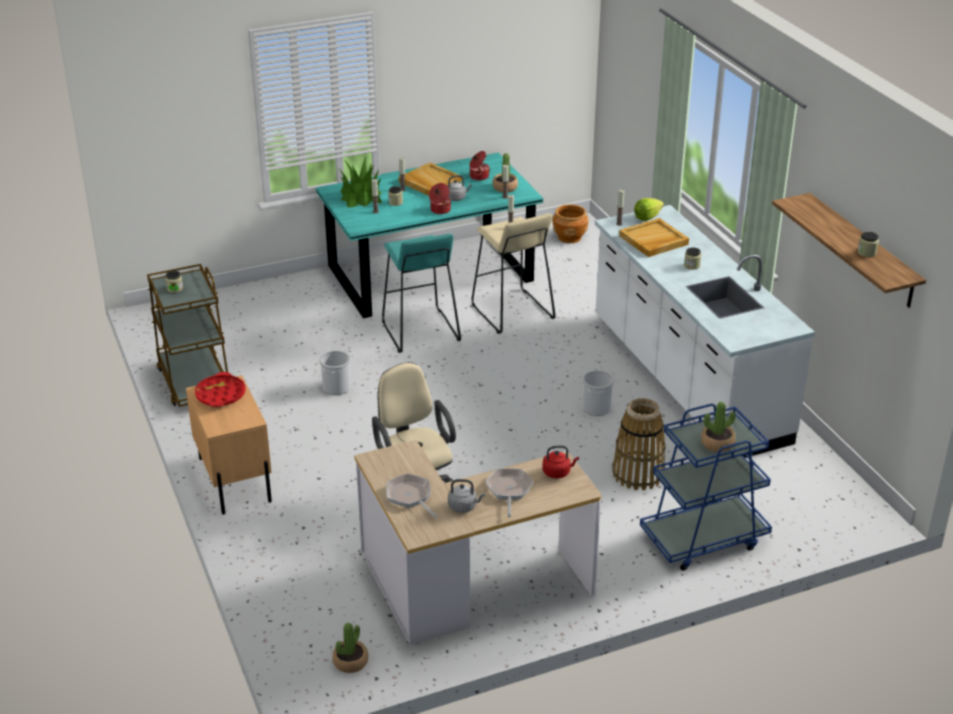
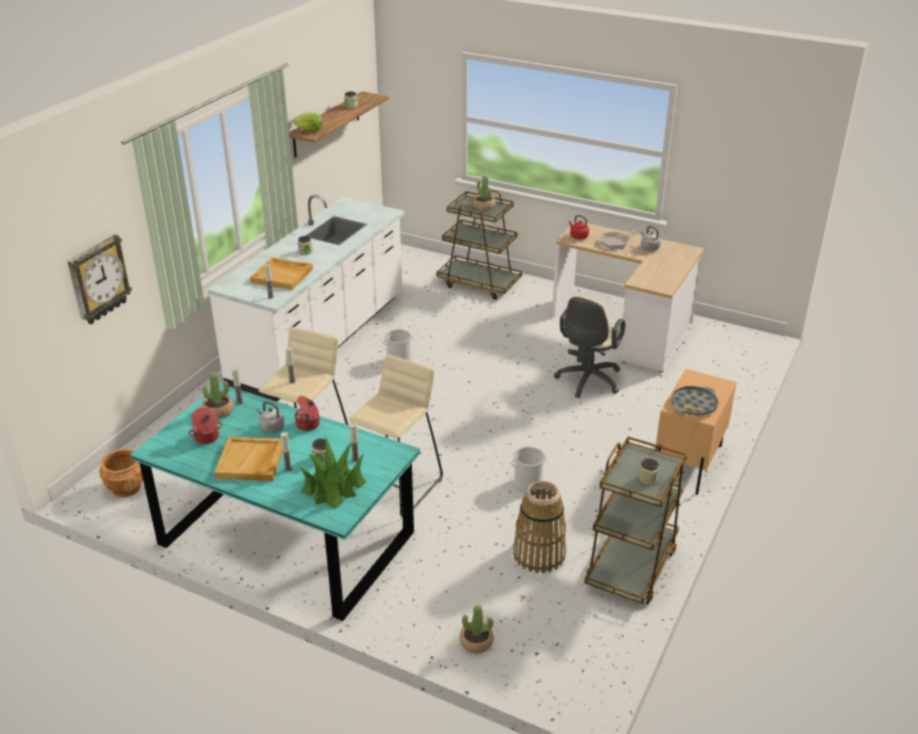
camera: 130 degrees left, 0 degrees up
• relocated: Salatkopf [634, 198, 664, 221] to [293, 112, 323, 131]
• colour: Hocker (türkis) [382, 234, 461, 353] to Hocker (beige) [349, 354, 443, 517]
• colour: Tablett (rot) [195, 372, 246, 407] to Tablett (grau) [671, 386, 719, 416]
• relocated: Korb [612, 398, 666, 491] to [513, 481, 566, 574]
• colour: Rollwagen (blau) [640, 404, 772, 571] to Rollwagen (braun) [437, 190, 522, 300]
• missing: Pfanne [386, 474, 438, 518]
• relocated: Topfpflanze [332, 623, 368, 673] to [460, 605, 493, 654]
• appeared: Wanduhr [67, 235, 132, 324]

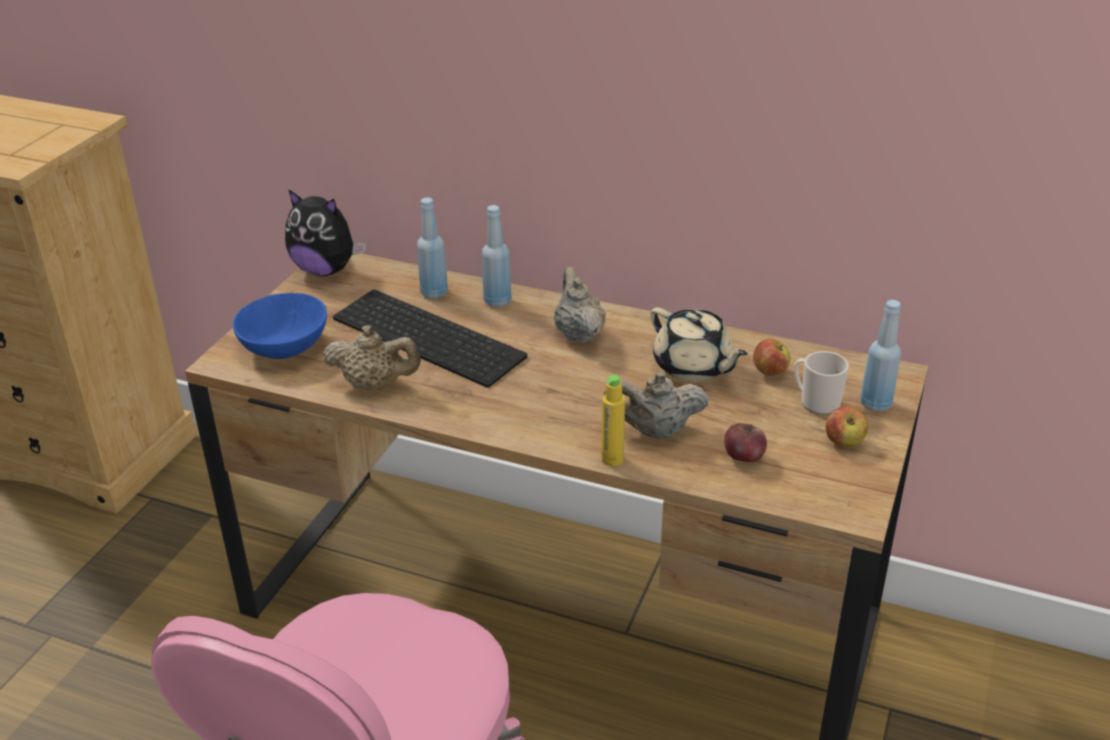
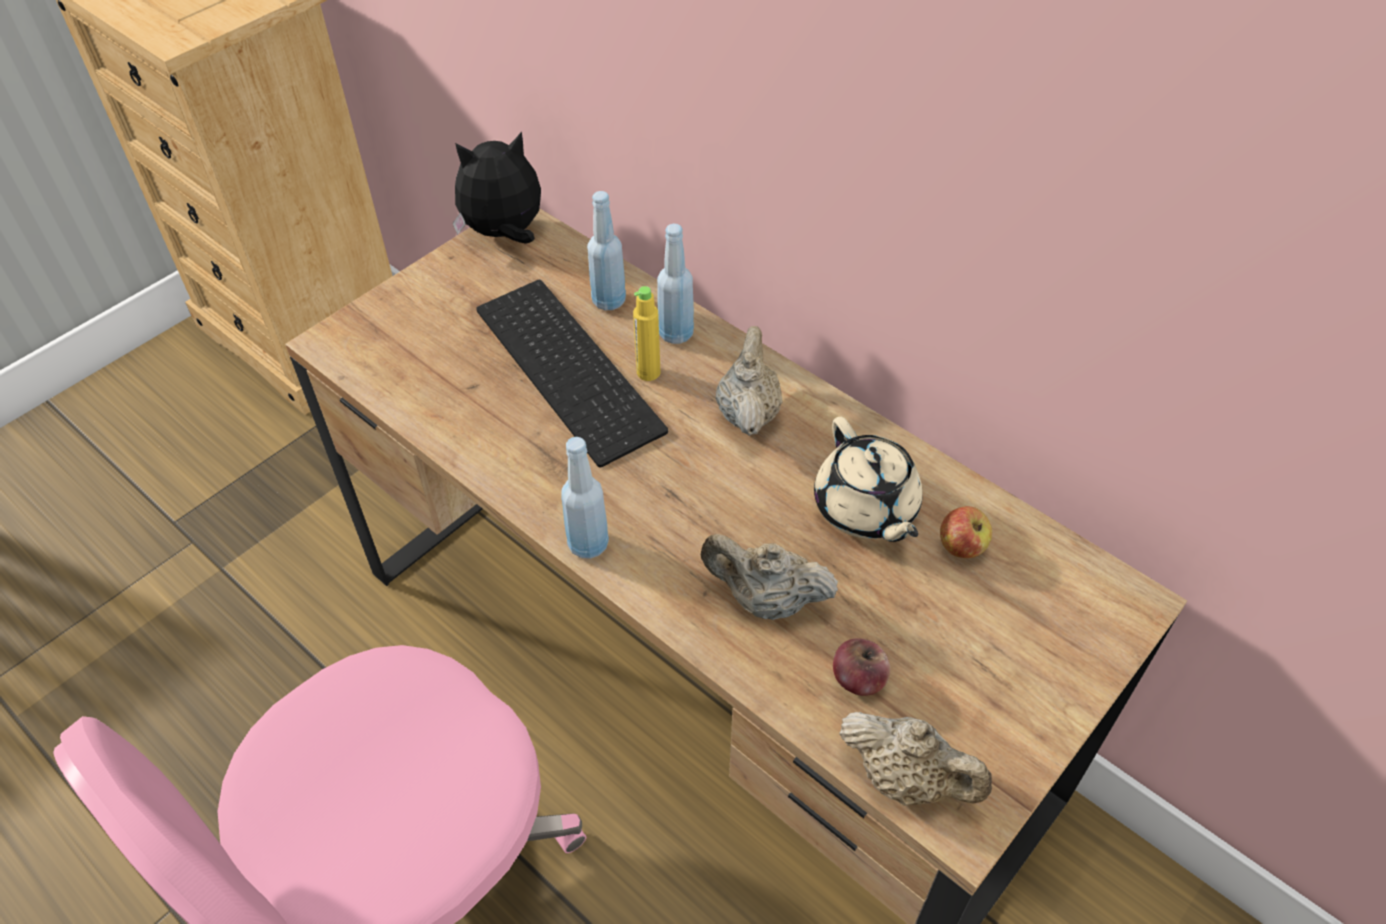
camera: 20 degrees right, 15 degrees up
• spun: Plüschtier [285, 189, 366, 276] = [453, 132, 541, 244] 120 degrees clockwise
• missing: Schüssel (blau) [233, 293, 327, 359]
• relocated: Flasche (blau) [860, 300, 901, 412] to [561, 437, 609, 559]
• relocated: Teekanne (beige) [323, 325, 421, 390] to [839, 712, 992, 806]
• missing: Henkelbecher [794, 351, 849, 415]
• relocated: Flasche (gelb) [602, 375, 625, 466] to [633, 286, 660, 381]
• missing: Apfel [826, 406, 868, 447]

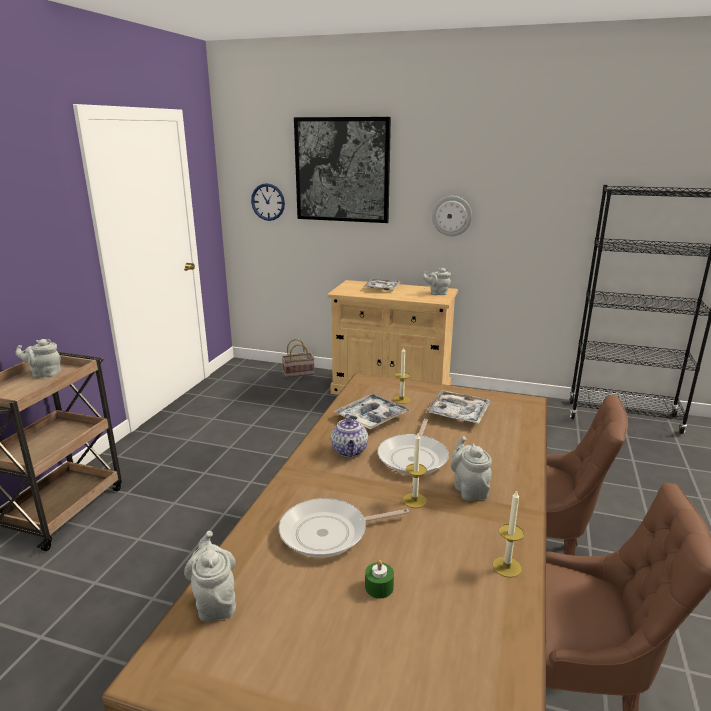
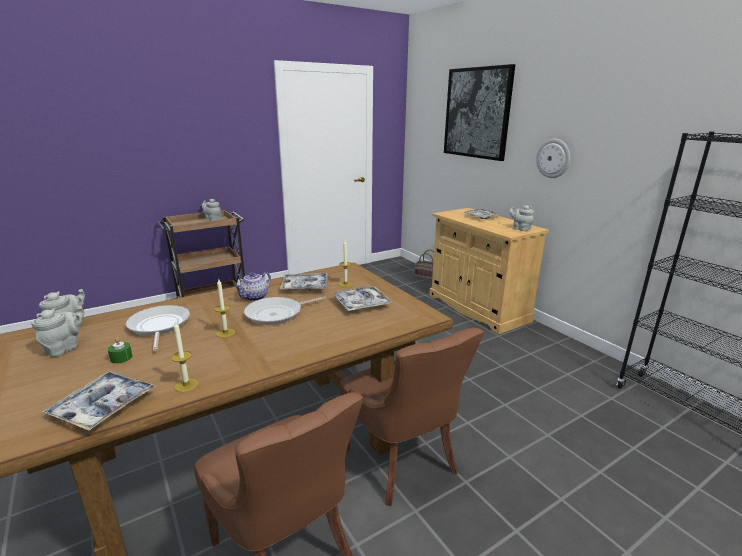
camera: 40 degrees right, 0 degrees up
• missing: Wanduhr [251, 183, 285, 221]
• relocated: Teekanne (grau) [451, 436, 492, 501] to [31, 306, 84, 357]
• spun: Pfanne [278, 498, 410, 558] = [126, 305, 190, 351] 45 degrees clockwise
• appeared: Tablett [42, 371, 156, 431]

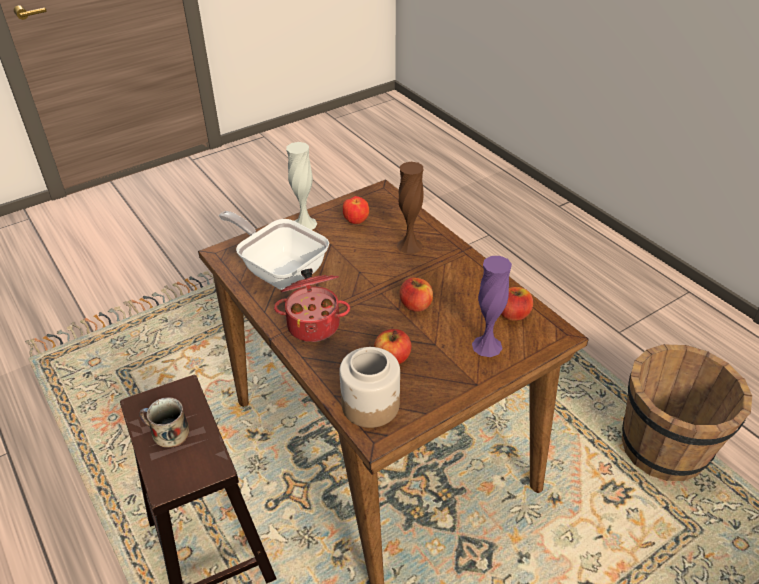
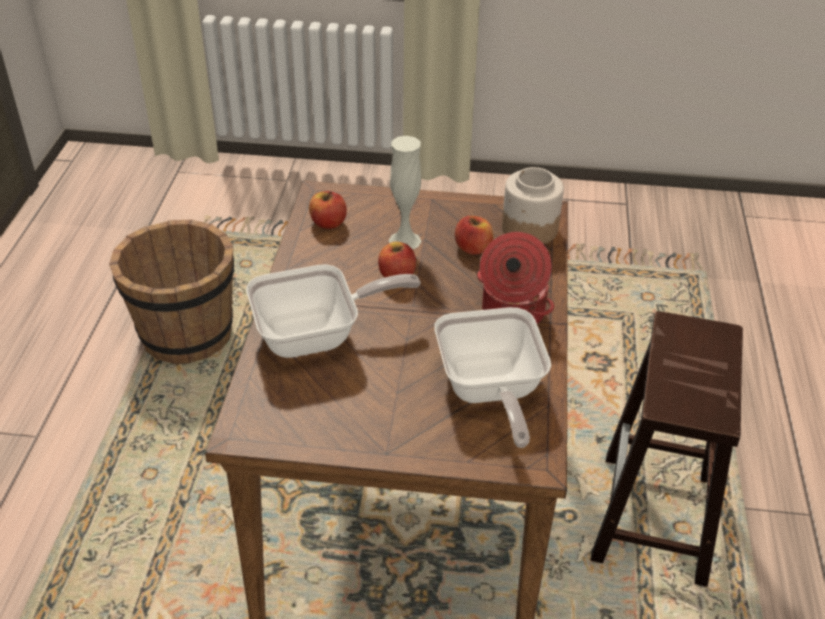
camera: 140 degrees left, 0 degrees up
• relocated: Vase (weiß) [286, 142, 318, 230] to [389, 136, 421, 250]
• exchanged: Vase (braun) [397, 162, 424, 254] to Pfanne [246, 264, 421, 358]
• missing: Apfel [343, 196, 369, 224]
• missing: Vase (lila) [472, 256, 512, 357]
• missing: Henkelbecher [139, 397, 189, 448]

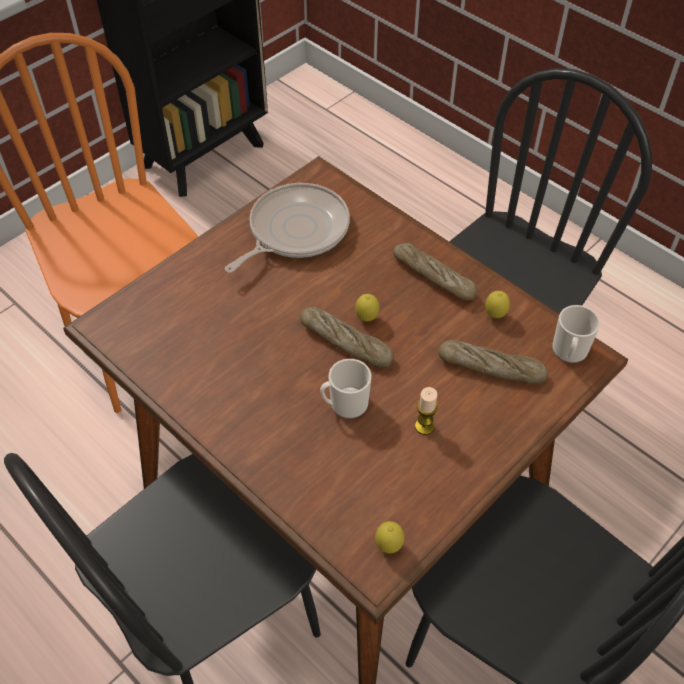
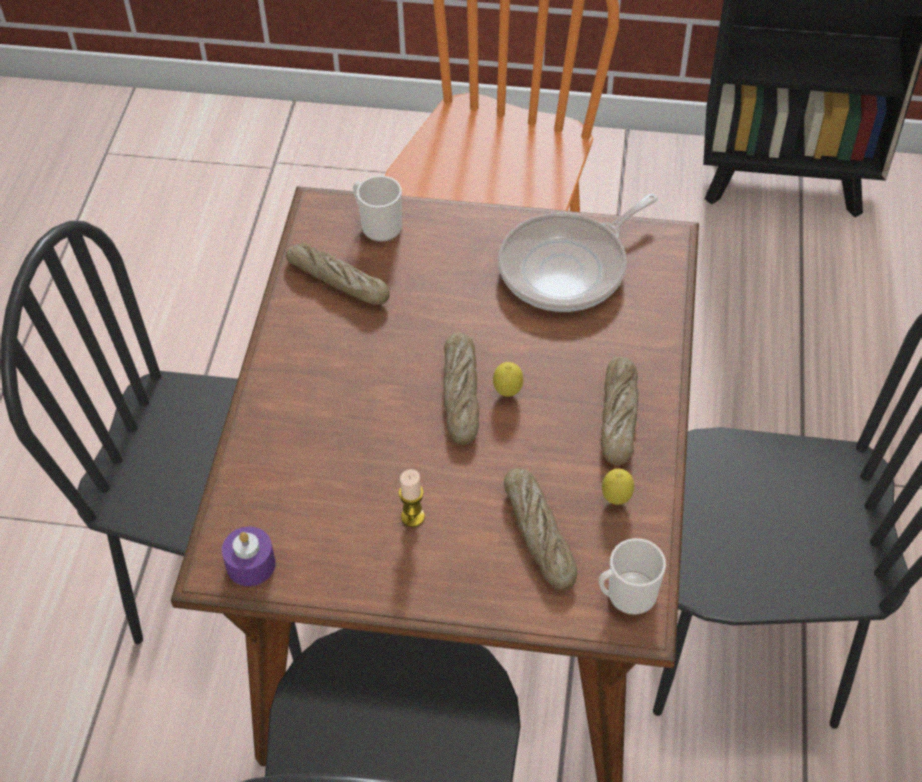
camera: 55 degrees right, 0 degrees up
• spun: Pfanne [225, 183, 350, 273] = [498, 194, 658, 312] 135 degrees clockwise
• relocated: Henkelbecher [320, 359, 371, 419] to [353, 176, 402, 242]
• exchanged: Zitrone [375, 521, 404, 553] to Kerze (lila) [222, 527, 276, 586]
• appeared: Brot [286, 243, 390, 305]

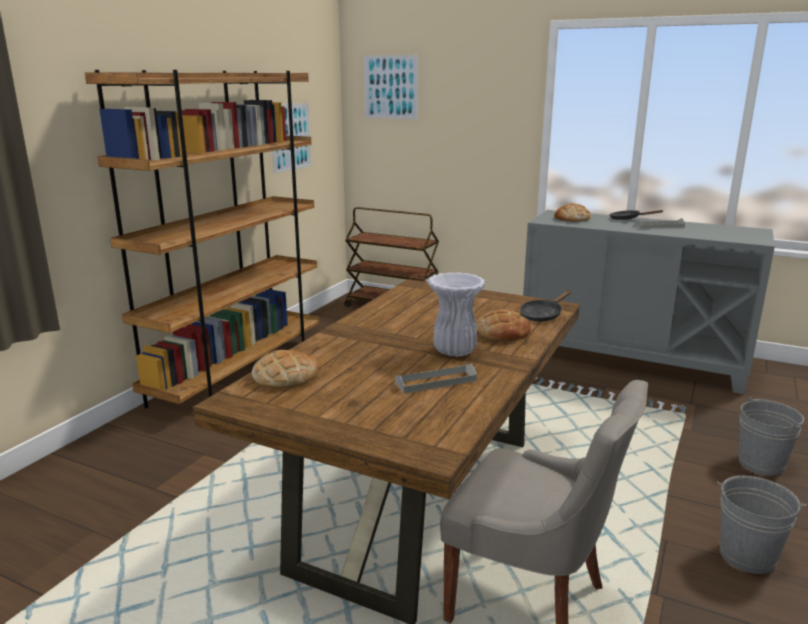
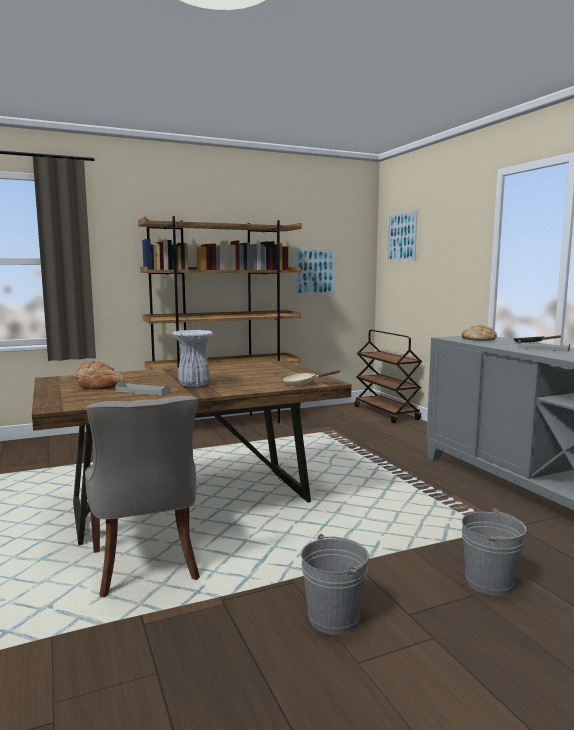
camera: 40 degrees right, 10 degrees down
• colour: Pfanne (schwarz) [520, 290, 571, 322] to Pfanne (beige) [282, 370, 340, 385]
• relocated: Brot [476, 309, 531, 341] to [78, 368, 125, 390]

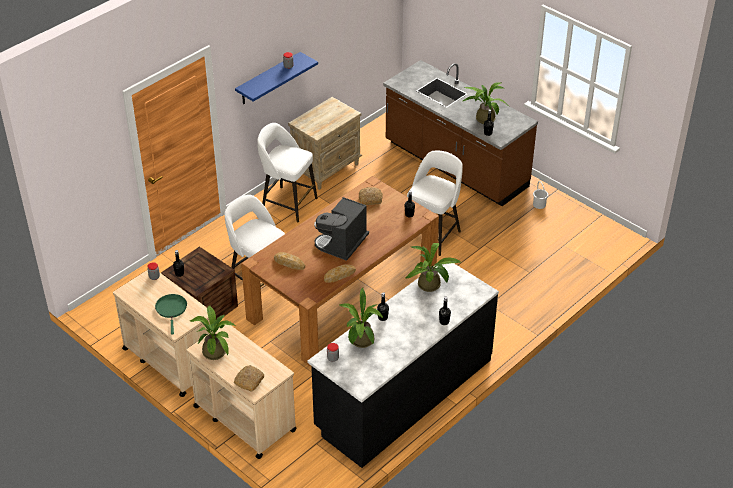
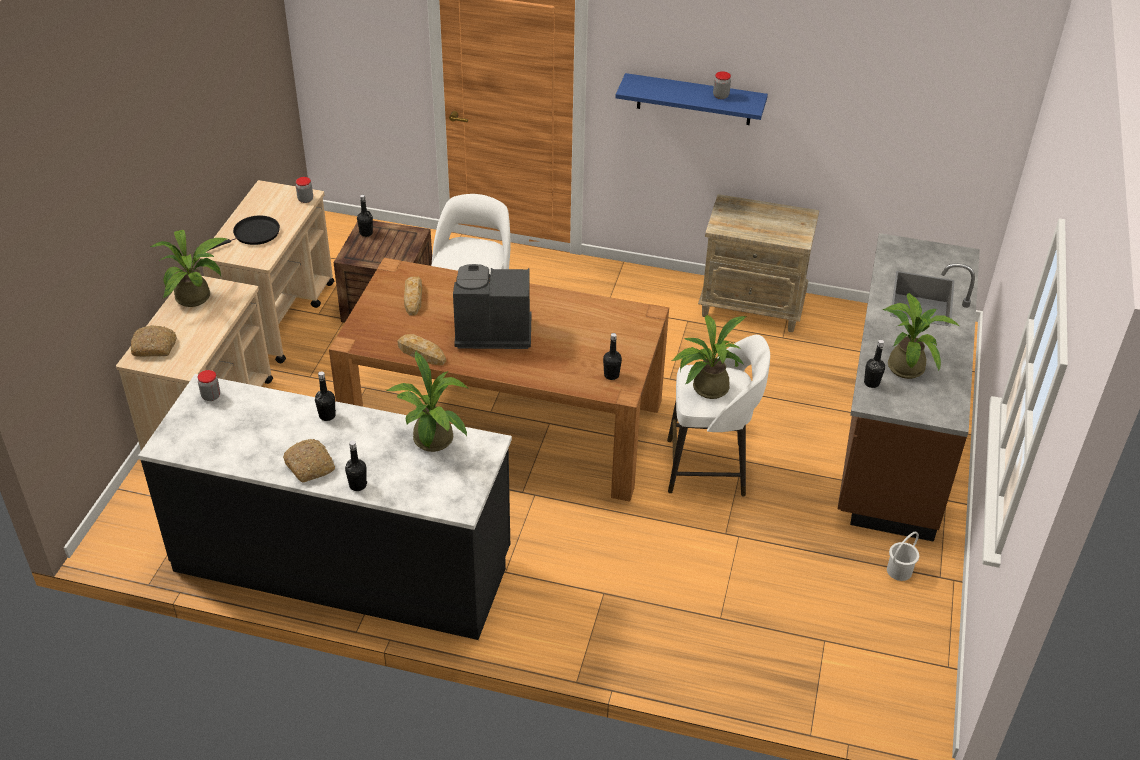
camera: 60 degrees right, 0 degrees up
• missing: Hocker (weiß) [257, 123, 318, 222]
• relocated: Brot [359, 187, 383, 205] to [283, 439, 335, 483]
• relocated: Topfpflanze [338, 288, 383, 348] to [671, 314, 746, 399]
• colour: Pfanne (grün) [155, 294, 187, 335] to Pfanne (schwarz) [208, 215, 280, 251]

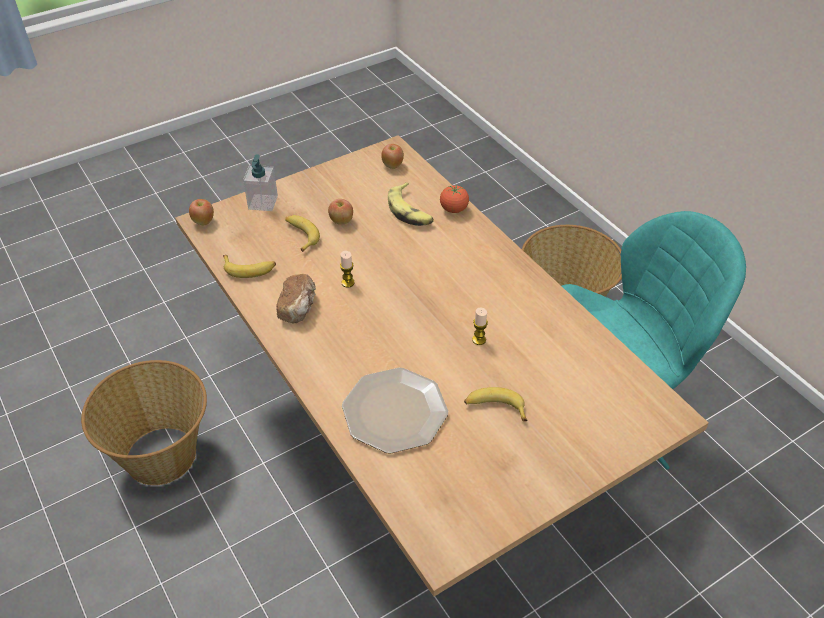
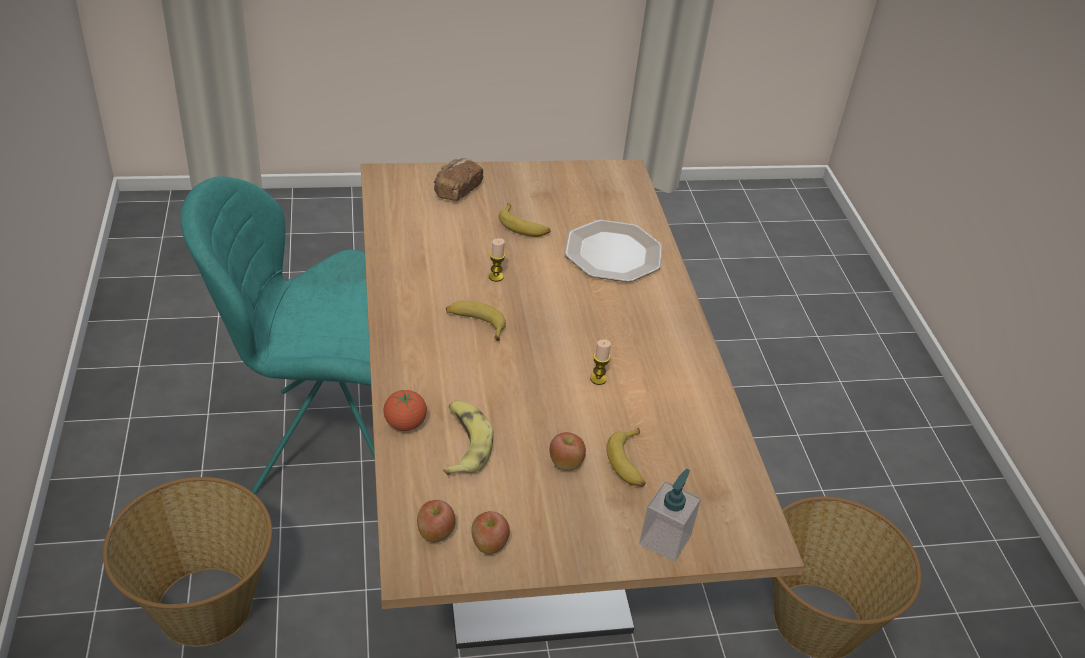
camera: 160 degrees left, 5 degrees down
• relocated: Apfel [189, 199, 214, 225] to [471, 511, 510, 554]
• relocated: Banane [223, 255, 276, 278] to [446, 301, 506, 341]
• relocated: Brot [276, 274, 316, 323] to [434, 158, 483, 201]

